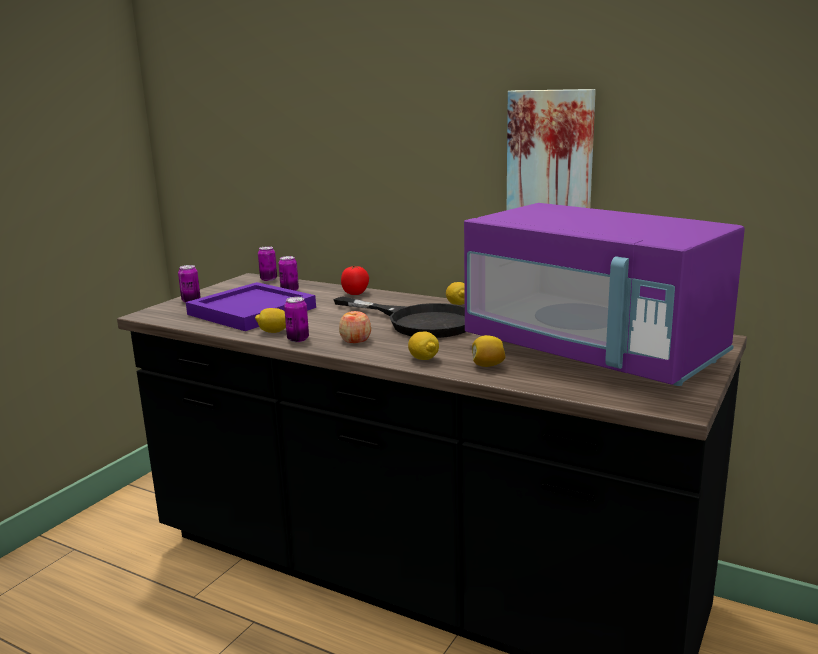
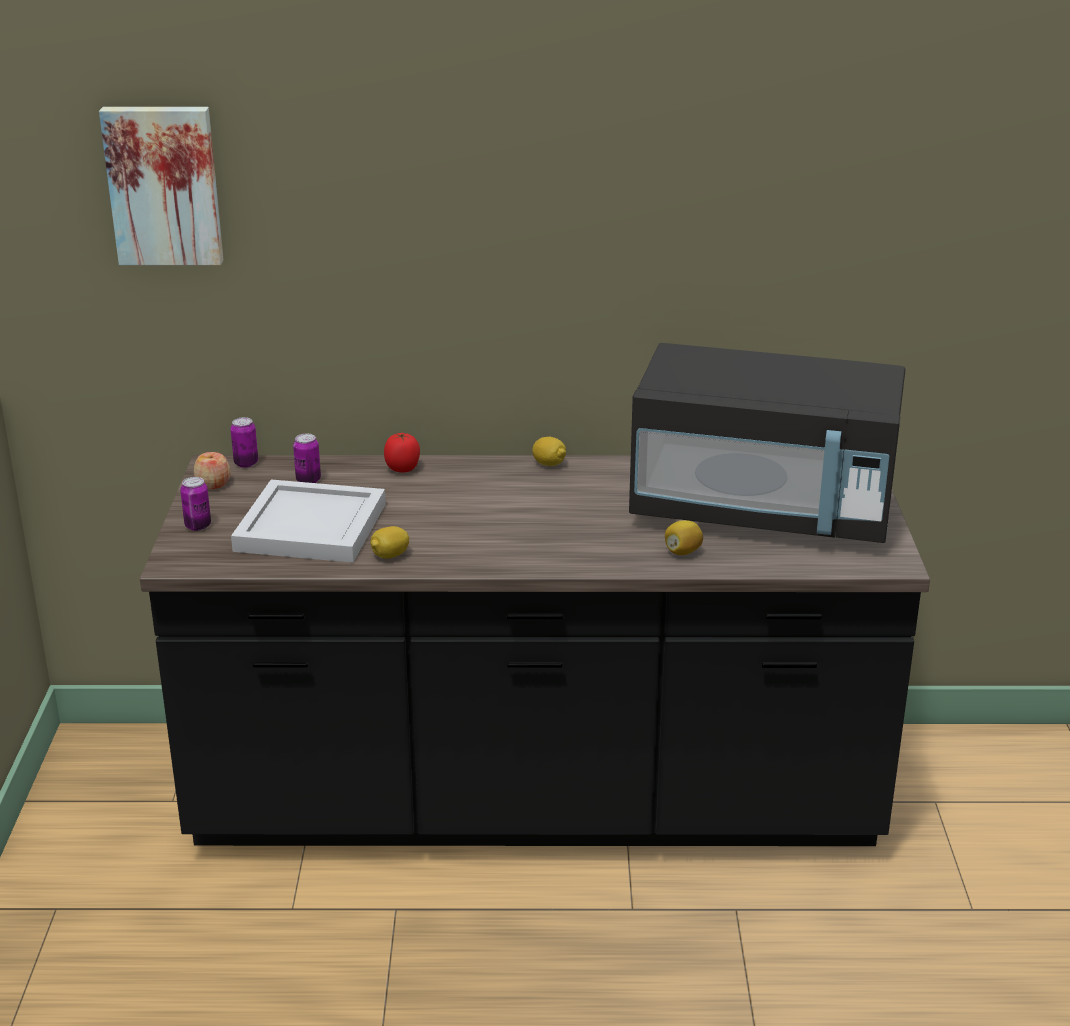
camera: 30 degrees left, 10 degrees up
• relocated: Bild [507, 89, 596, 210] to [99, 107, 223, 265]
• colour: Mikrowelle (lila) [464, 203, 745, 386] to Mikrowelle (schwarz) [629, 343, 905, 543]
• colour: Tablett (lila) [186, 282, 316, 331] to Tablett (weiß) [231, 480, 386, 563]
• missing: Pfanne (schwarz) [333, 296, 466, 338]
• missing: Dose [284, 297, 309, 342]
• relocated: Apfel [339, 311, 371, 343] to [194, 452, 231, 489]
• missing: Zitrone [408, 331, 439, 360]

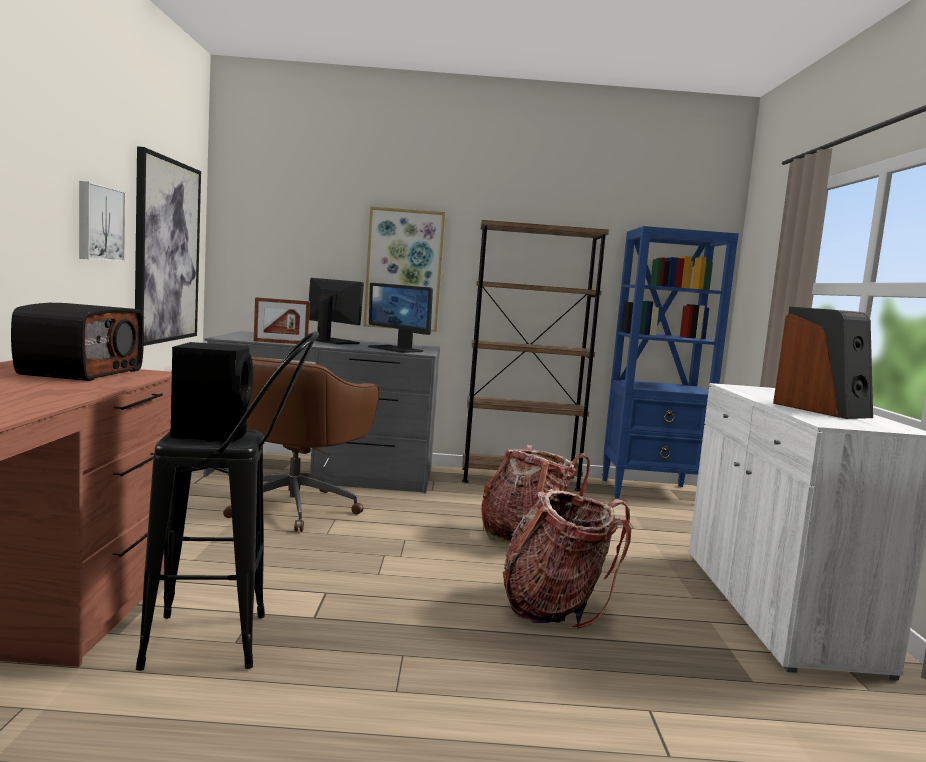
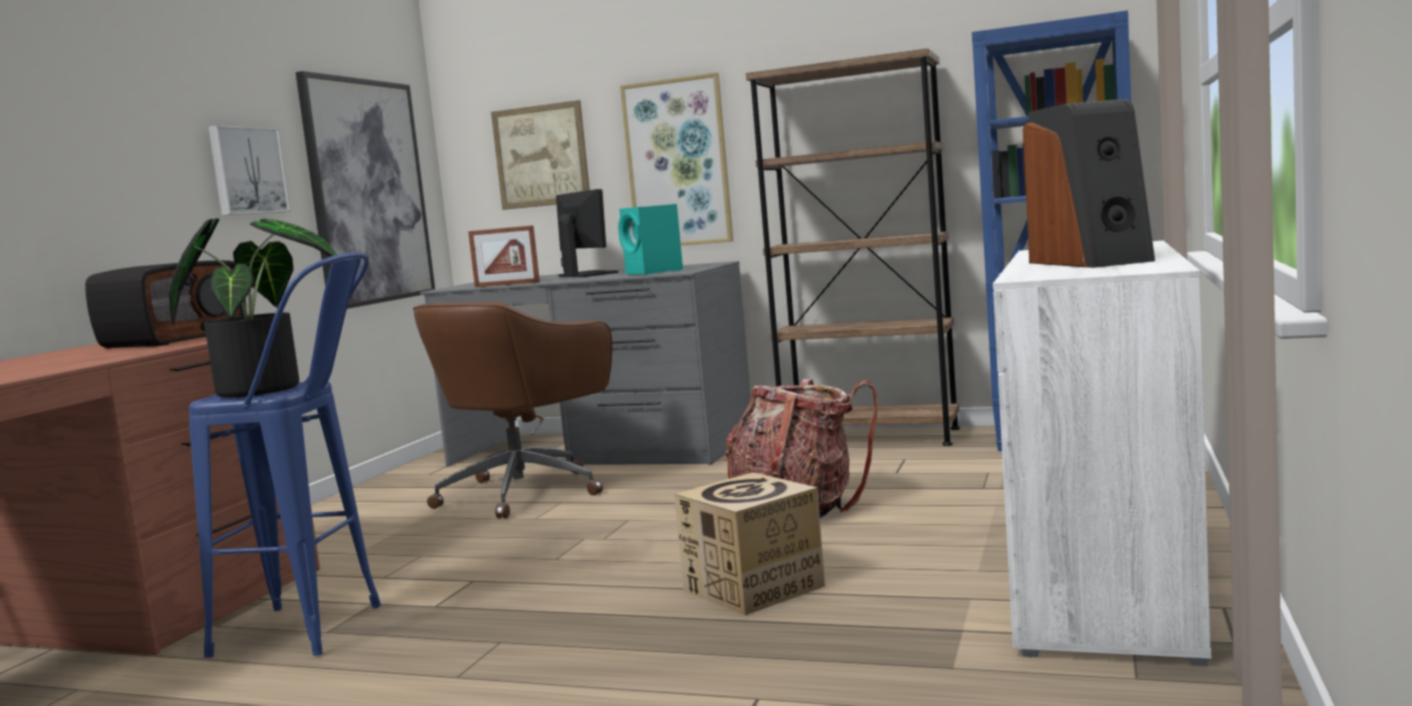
camera: 20 degrees right, 0 degrees up
• exchanged: Monitor [368, 283, 433, 353] to Lautsprecher (türkis) [618, 204, 683, 275]
• colour: Hocker (schwarz) [136, 331, 319, 671] to Hocker (blau) [189, 252, 381, 658]
• exchanged: Lautsprecher (schwarz) [170, 342, 253, 442] to Topfpflanze [169, 219, 337, 397]
• exchanged: Rucksack [503, 489, 631, 629] to Karton [674, 472, 825, 615]
• appeared: Bild [491, 100, 590, 210]

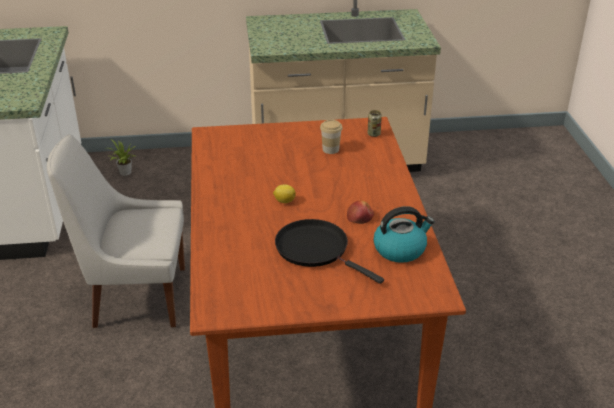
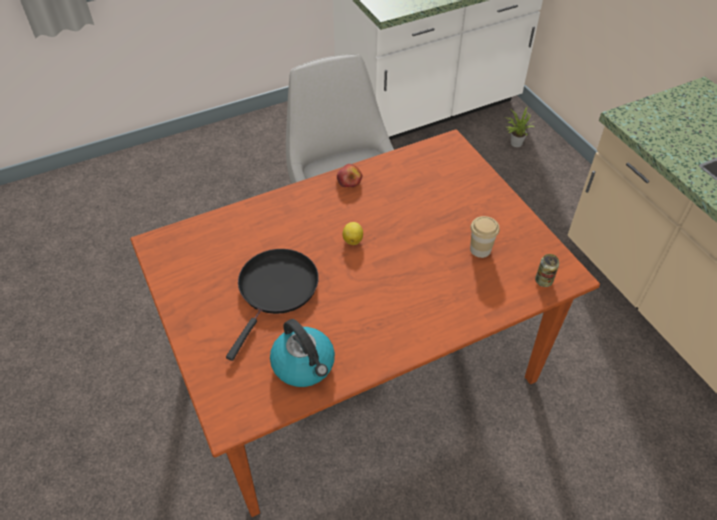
camera: 70 degrees right, 15 degrees up
• relocated: Apfel [347, 200, 374, 224] to [337, 164, 362, 187]

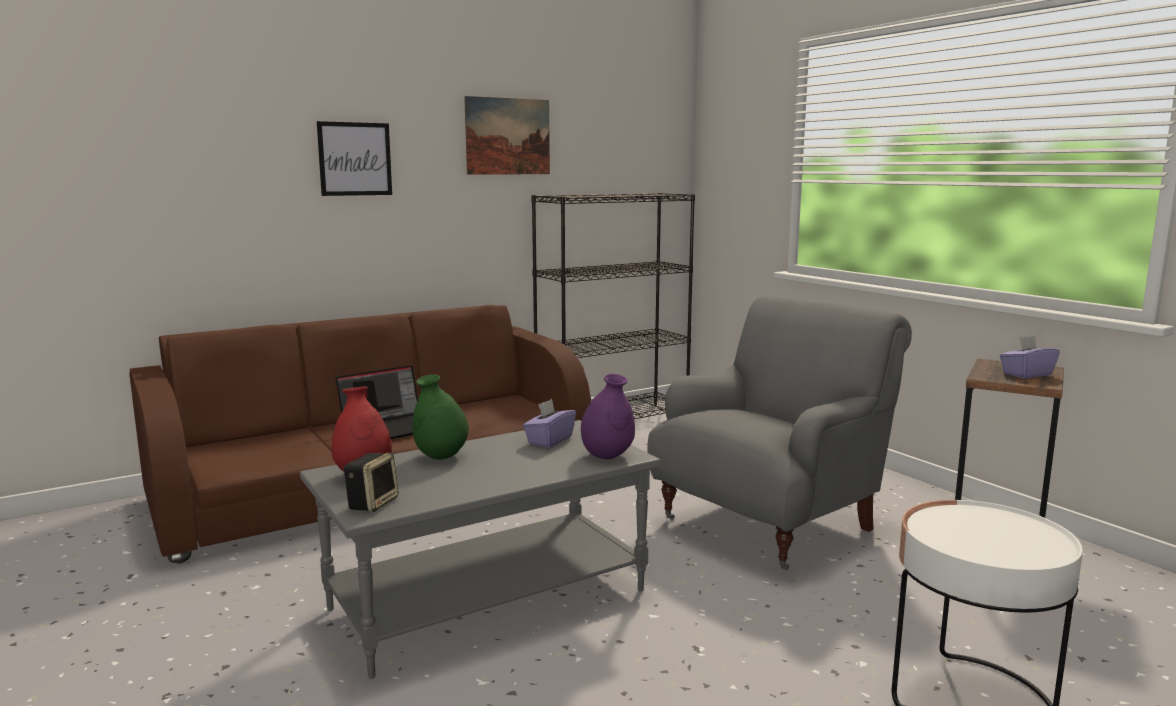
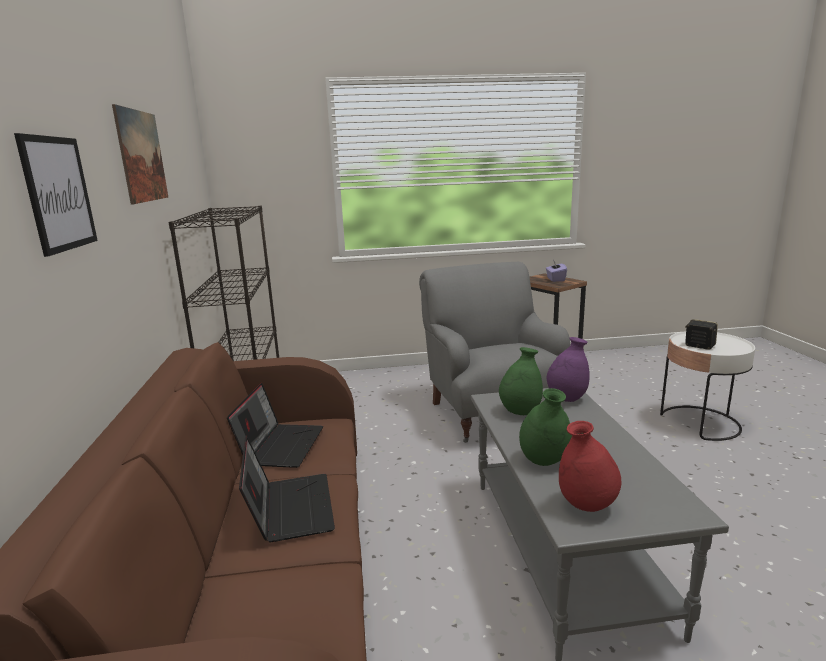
camera: 65 degrees left, 5 degrees up
• exchanged: Taschentuchbox (lila) [523, 399, 576, 448] to Vase (grün) [499, 347, 543, 415]
• relocated: Lautsprecher [344, 453, 399, 512] to [685, 319, 718, 350]
• appeared: Laptop [227, 383, 323, 468]

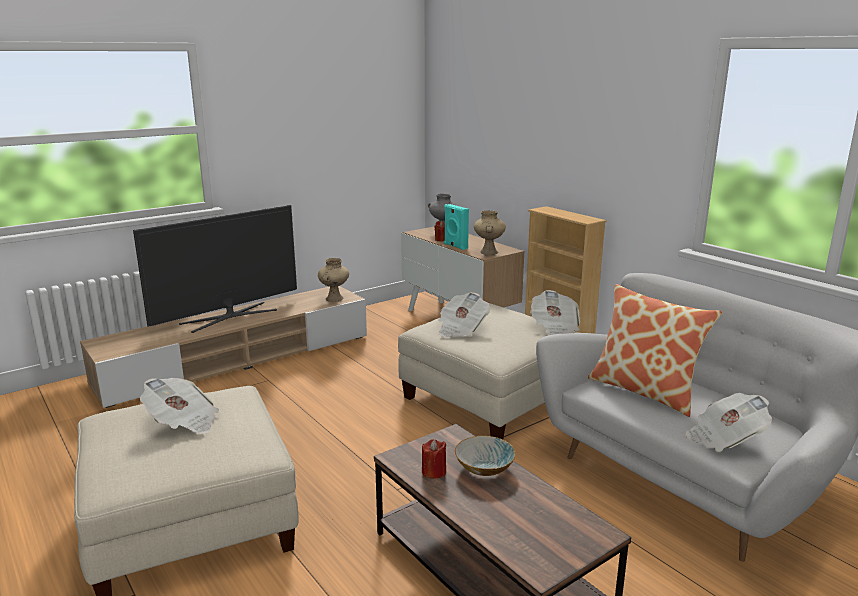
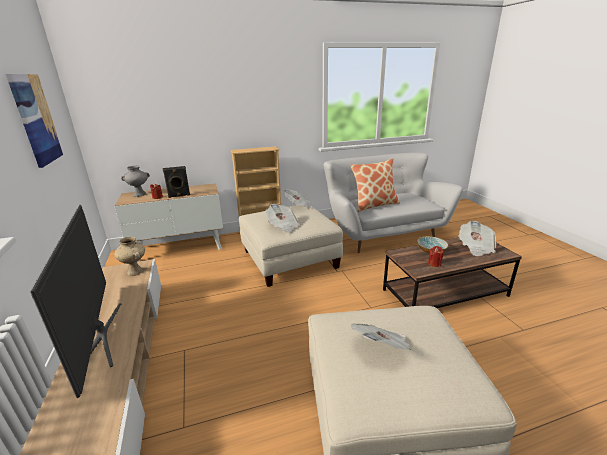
camera: 70 degrees left, 5 degrees up
• colour: Lautsprecher (türkis) [444, 204, 469, 250] to Lautsprecher (schwarz) [163, 166, 190, 198]
• missing: Vase (beige) [474, 210, 506, 255]
• relocated: Zeitung [685, 393, 772, 452] to [458, 221, 496, 256]
• appeared: Bild [6, 74, 64, 168]

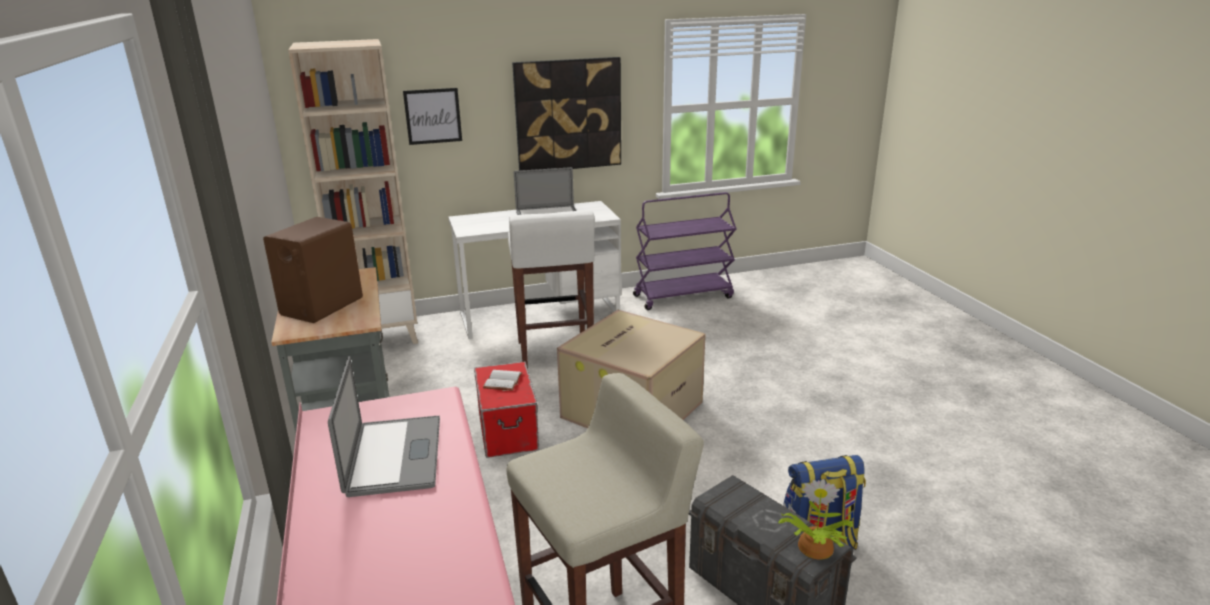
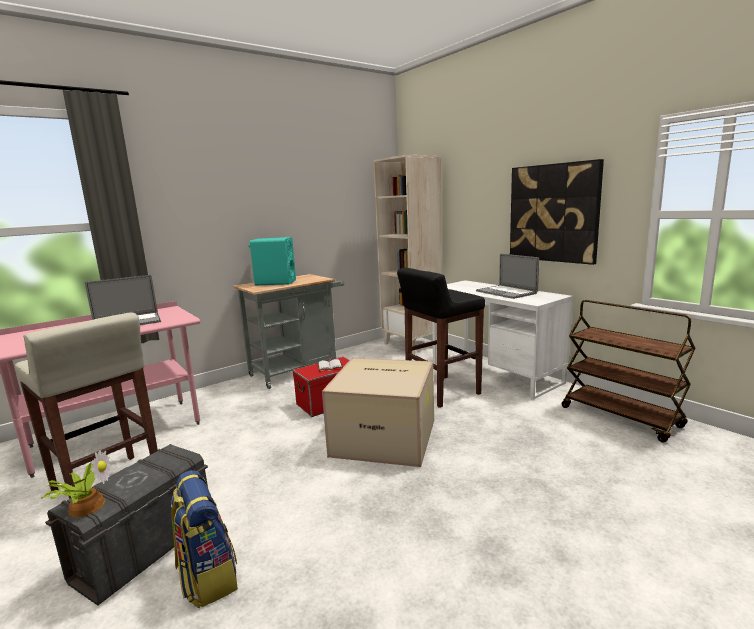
camera: 70 degrees right, 10 degrees down
• missing: Bild [403, 88, 462, 145]
• colour: Rollwagen (lila) [633, 192, 737, 310] to Rollwagen (braun) [562, 300, 695, 443]
• colour: Hocker (weiß) [508, 211, 595, 368] to Hocker (schwarz) [397, 268, 485, 408]
• colour: Lautsprecher (braun) [263, 217, 363, 323] to Lautsprecher (türkis) [248, 237, 296, 286]

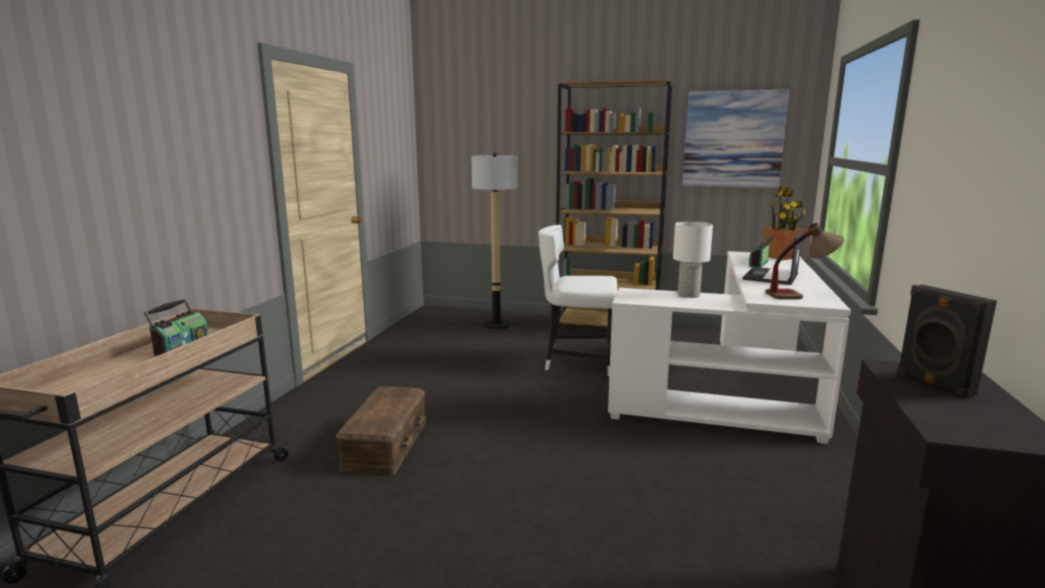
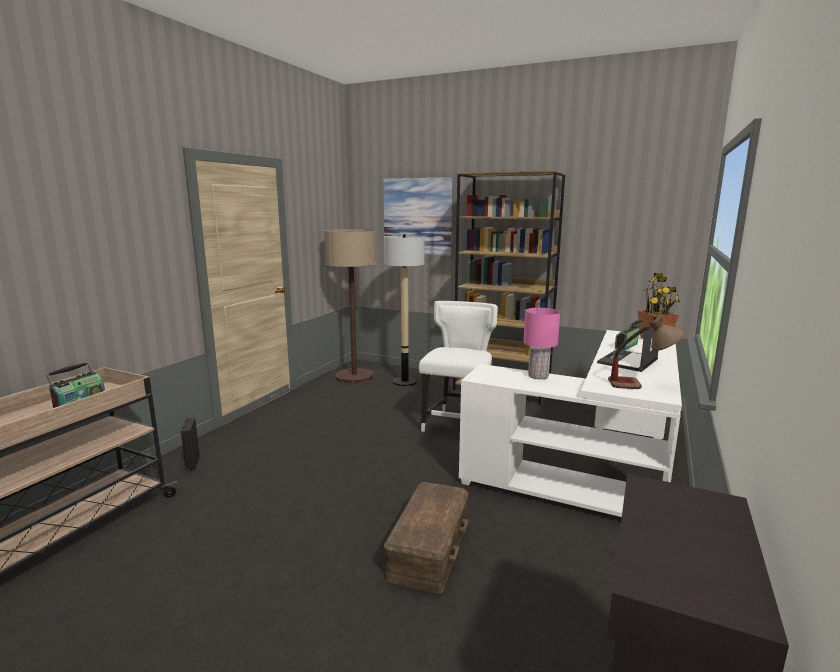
camera: 10 degrees right, 0 degrees up
• relocated: Bild [682, 90, 789, 188] to [383, 177, 453, 256]
• colour: Tischlampe (weiß) [673, 222, 713, 298] to Tischlampe (rosa) [524, 308, 560, 379]
• spun: Stuhl (weiß) [538, 225, 618, 376] = [419, 301, 498, 432] 90 degrees clockwise
• relocated: Lautsprecher (schwarz) [897, 285, 997, 399] to [180, 418, 200, 472]
• relocated: Aufbewahrungsbox (braun) [336, 386, 426, 475] to [384, 482, 469, 594]
• appeared: Stehlampe [324, 229, 376, 383]

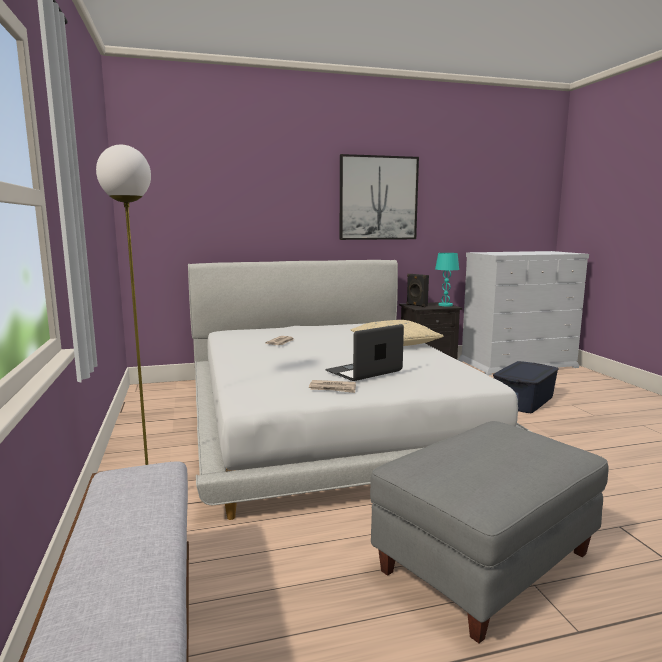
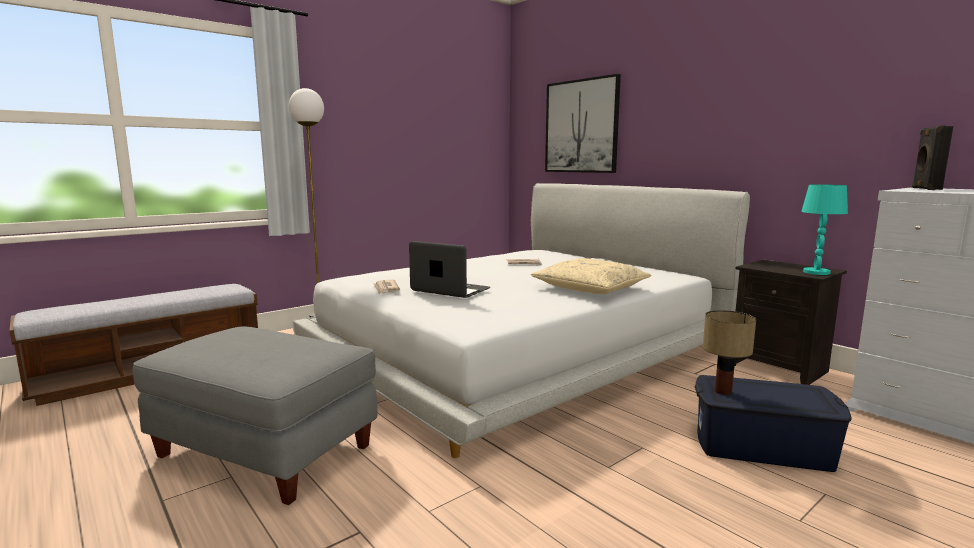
camera: 65 degrees right, 0 degrees up
• relocated: Bild [340, 154, 419, 240] to [545, 74, 621, 173]
• relocated: Lautsprecher (schwarz) [406, 274, 429, 307] to [912, 125, 953, 190]
• appeared: Tischlampe [703, 310, 756, 395]

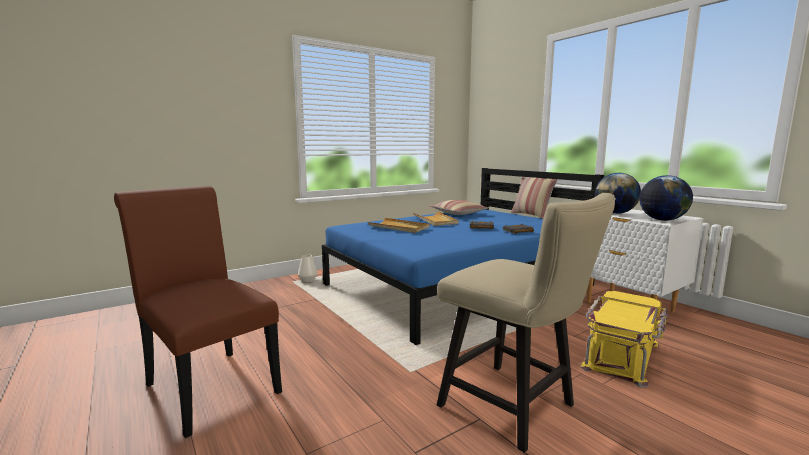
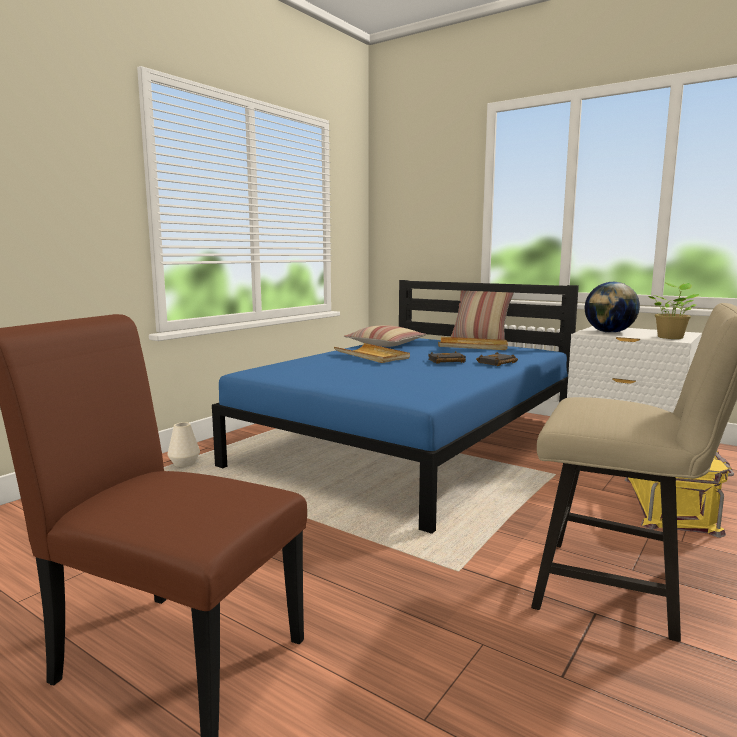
camera: 20 degrees left, 0 degrees up
• exchanged: Globus [639, 175, 693, 221] to Topfpflanze [649, 282, 699, 339]
• relocated: Tablett (beige) [368, 218, 430, 233] to [438, 337, 508, 350]

